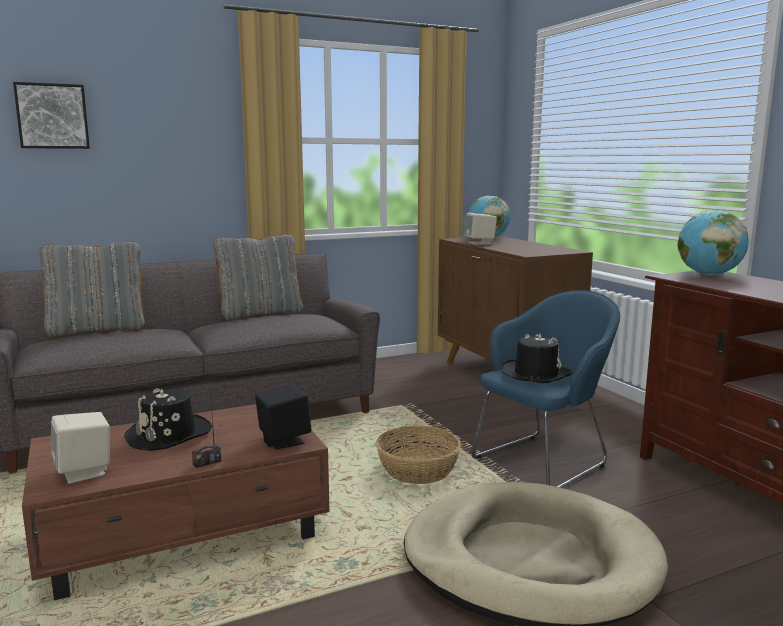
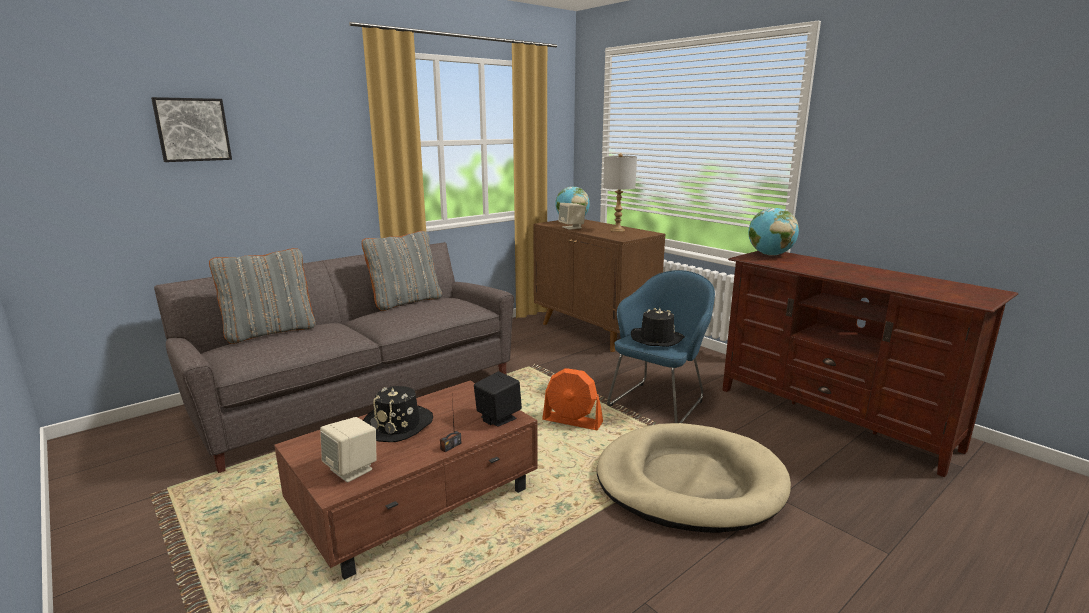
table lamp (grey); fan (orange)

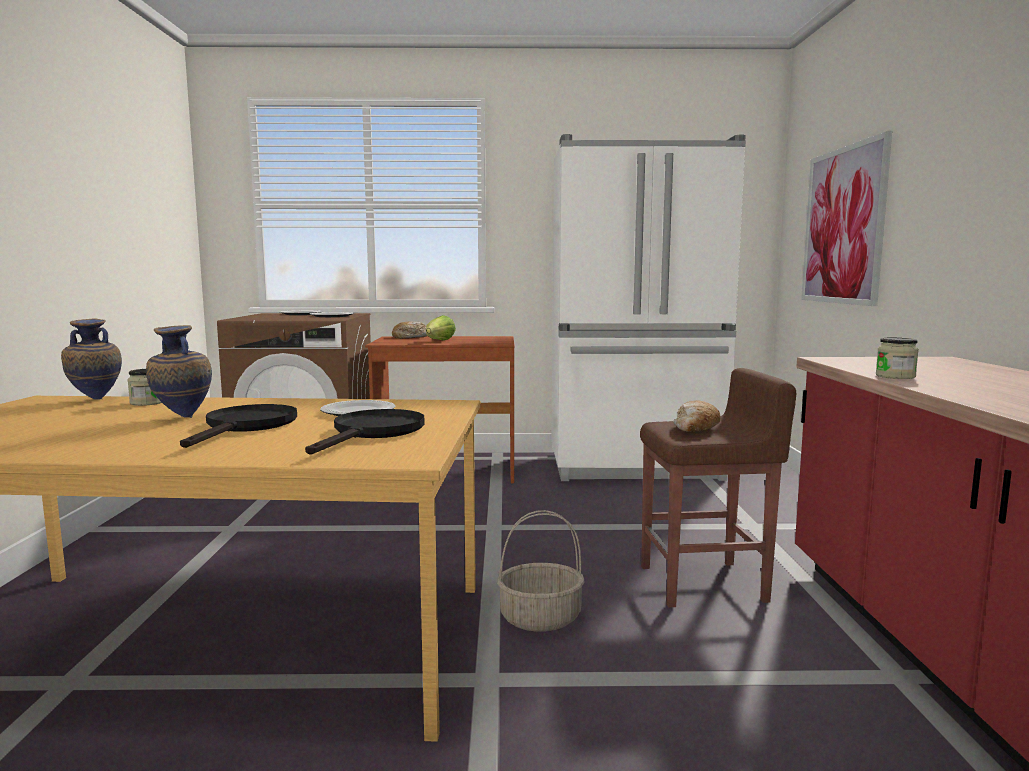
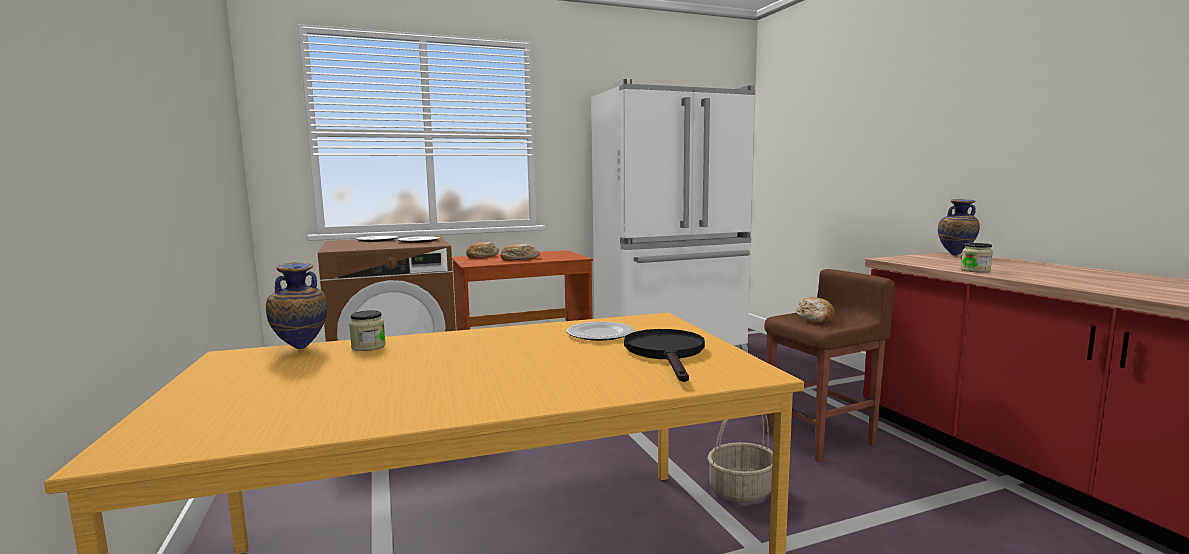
frying pan (black) (1st from left in the first image); picture; vase (2nd from left); bread (2nd from left)

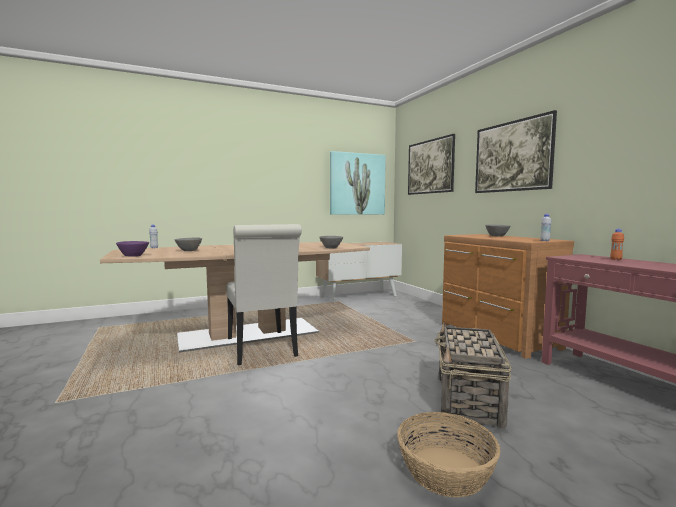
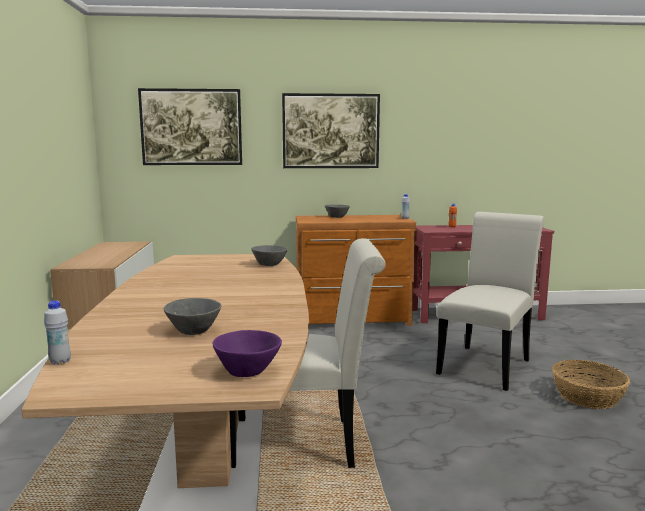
picture (1st from left in the first image); chair (white) (2nd from left)

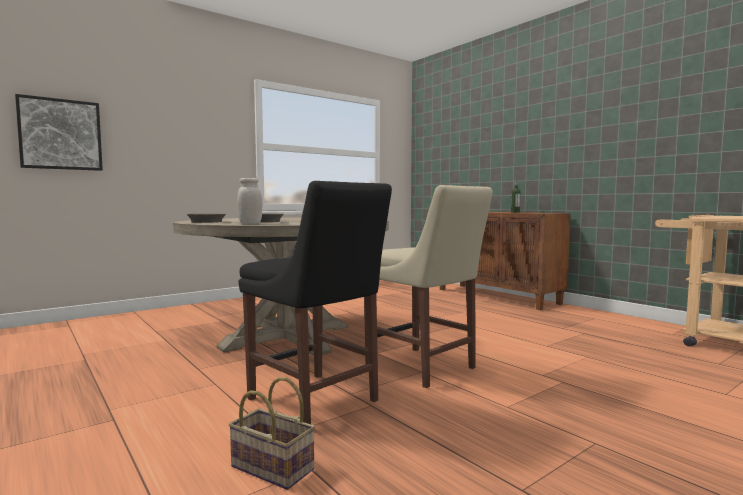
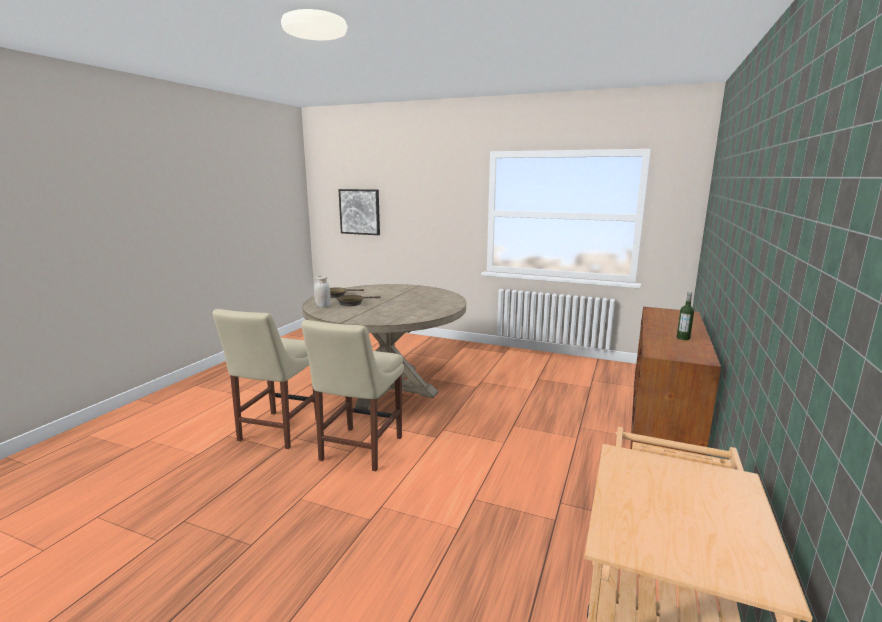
basket; chair (beige) (1st from left)

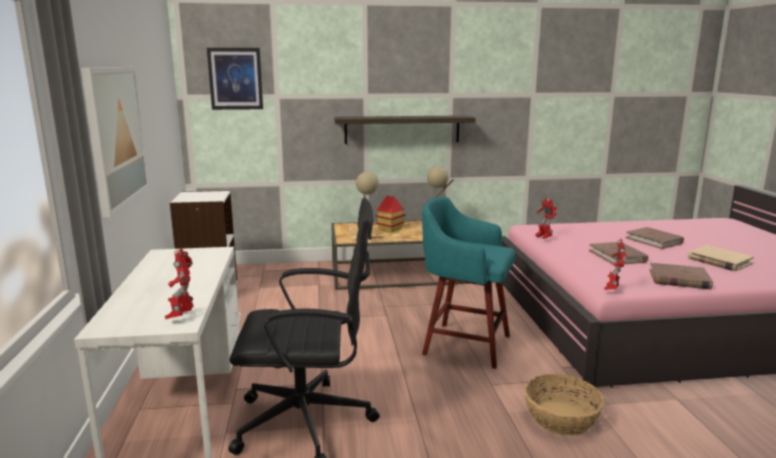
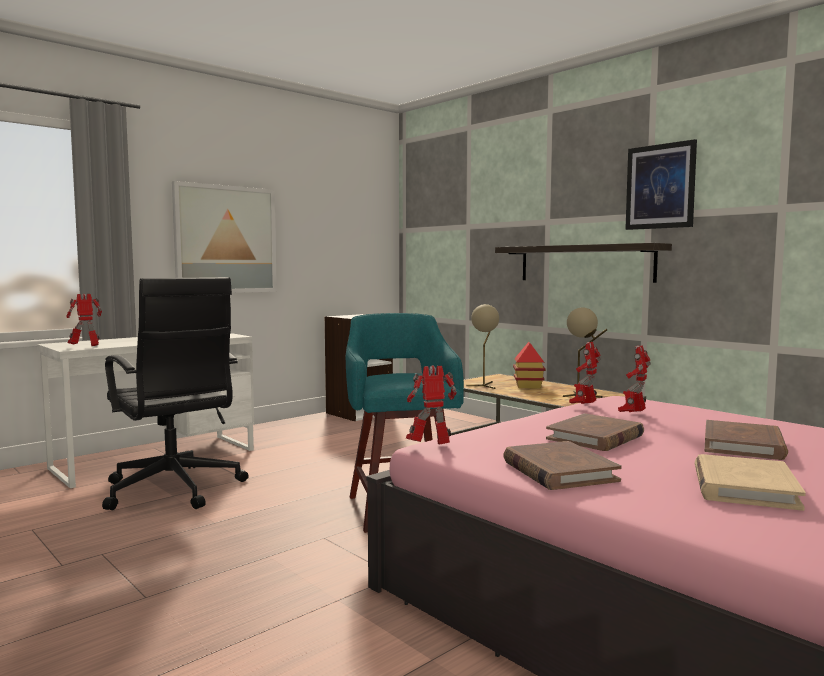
basket; toy robot (4th from left); picture (2nd from left)

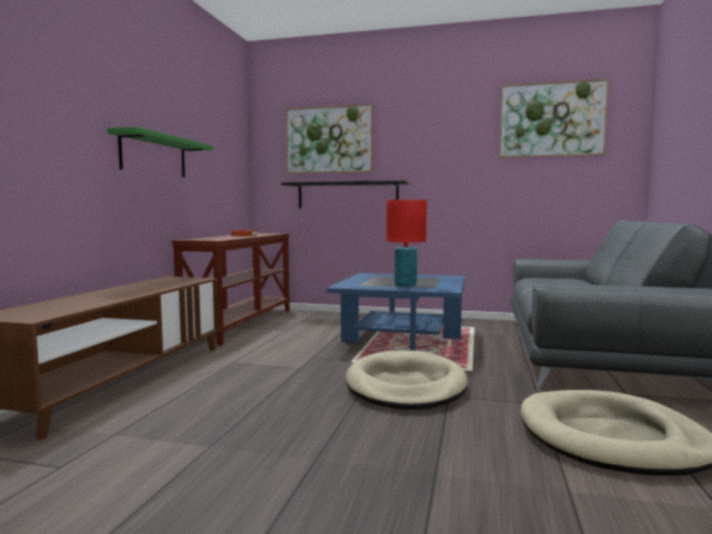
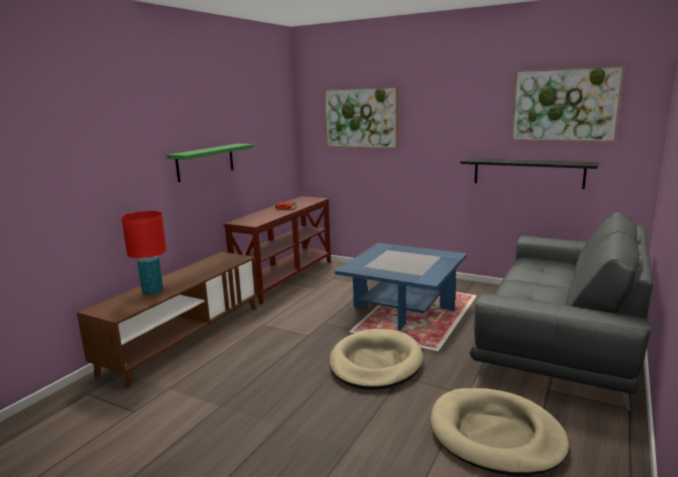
shelf (black); table lamp (red)

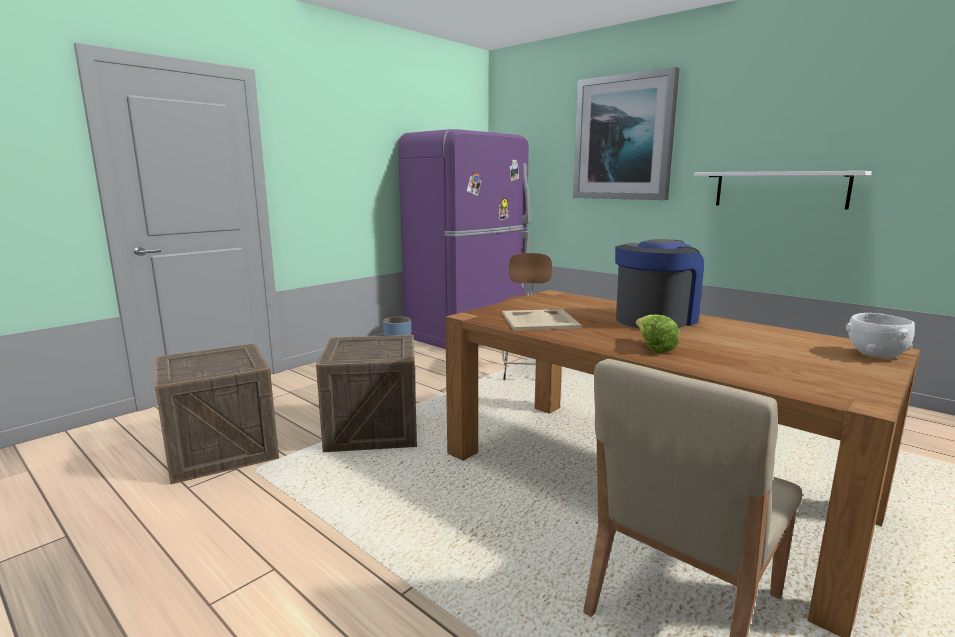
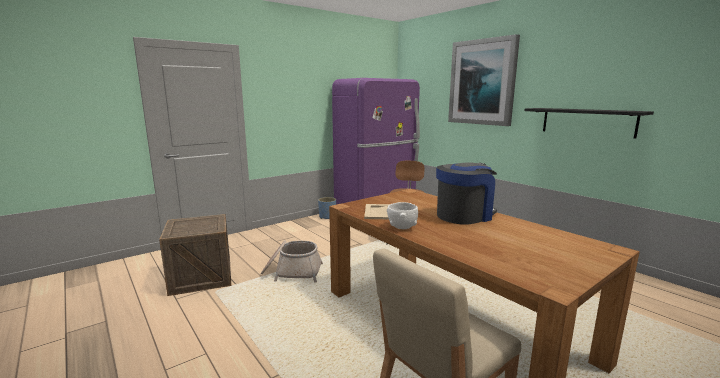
lettuce; bowl (white); basket; shelf (black)

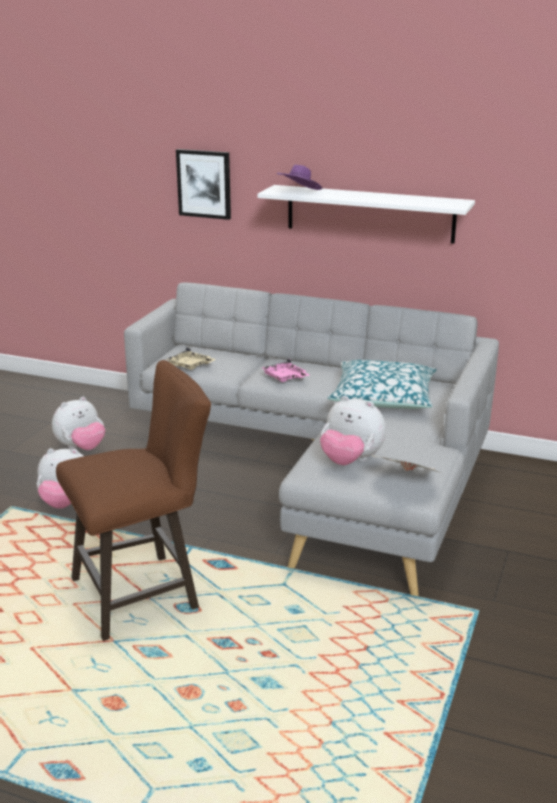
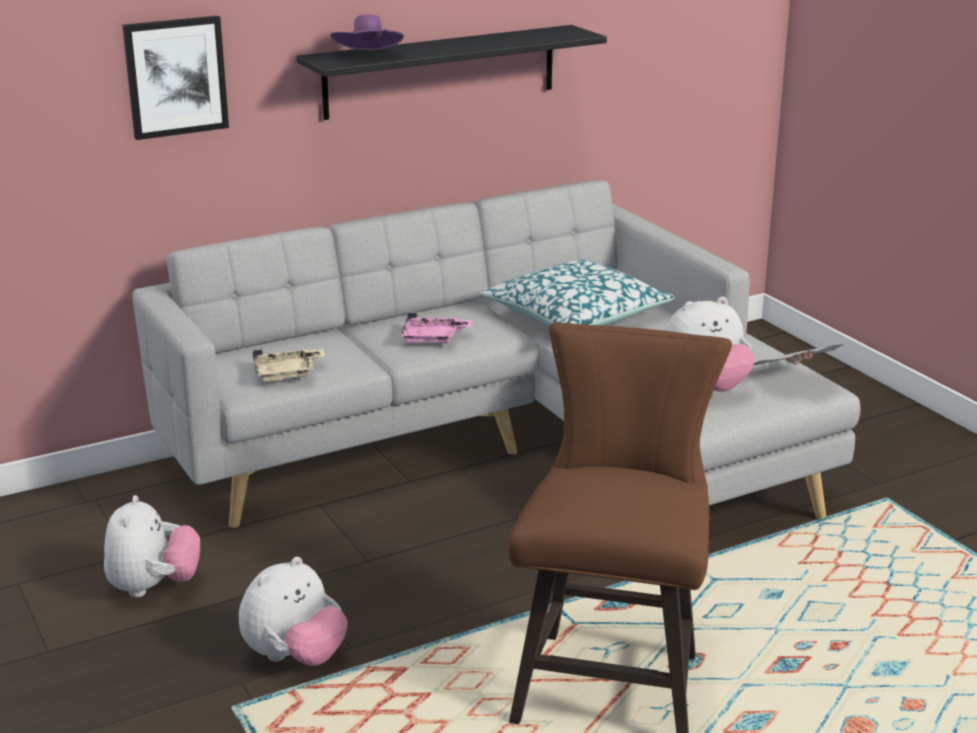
shelf (black)

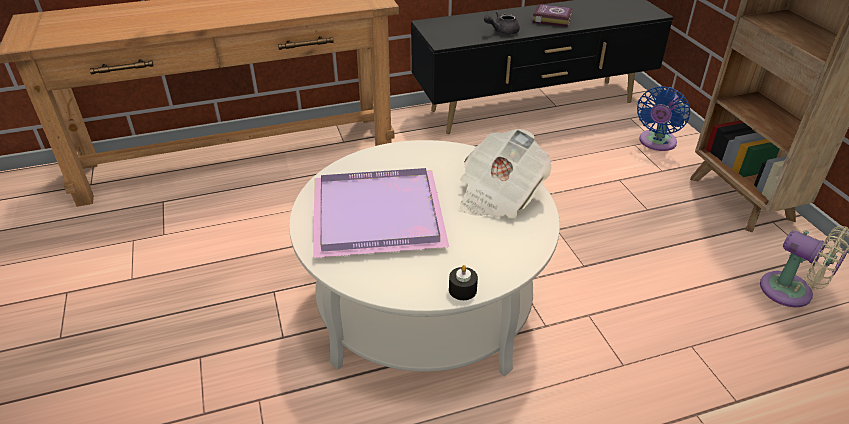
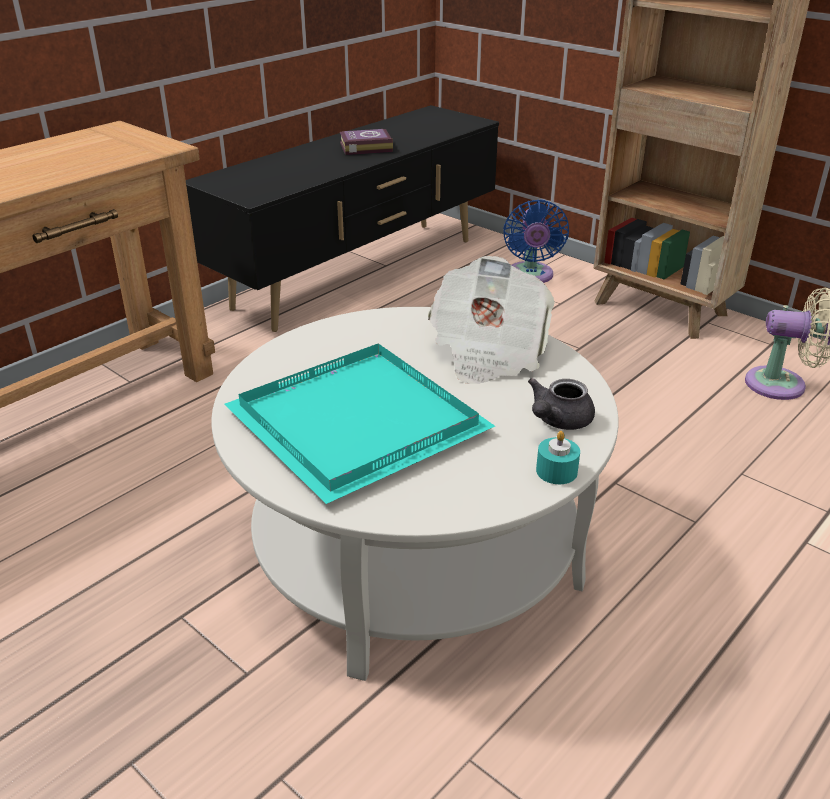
teapot (grey); tray (turquoise); candle (turquoise)

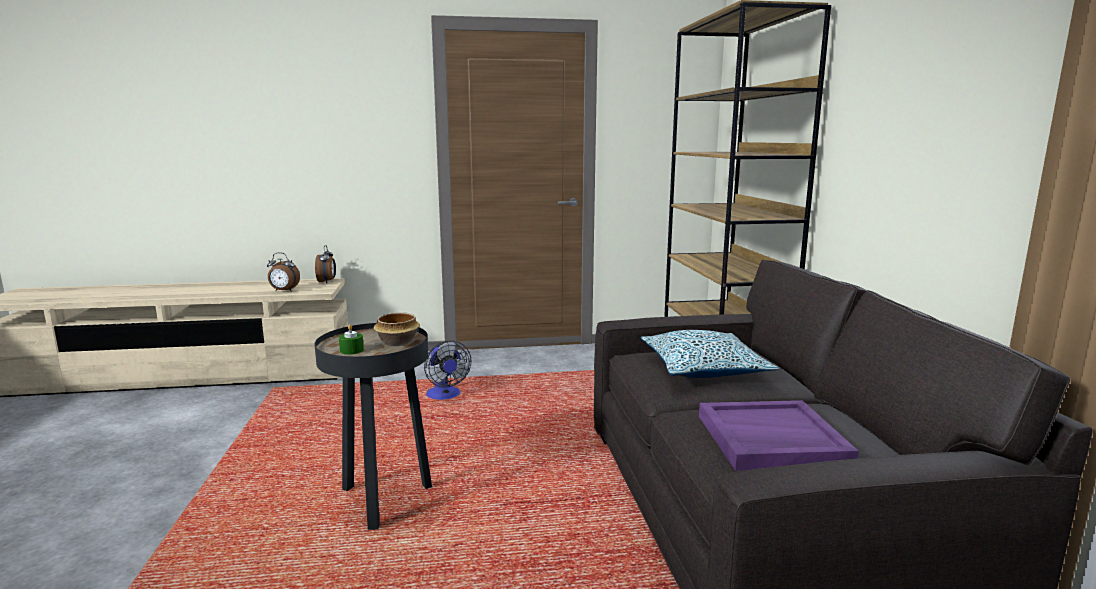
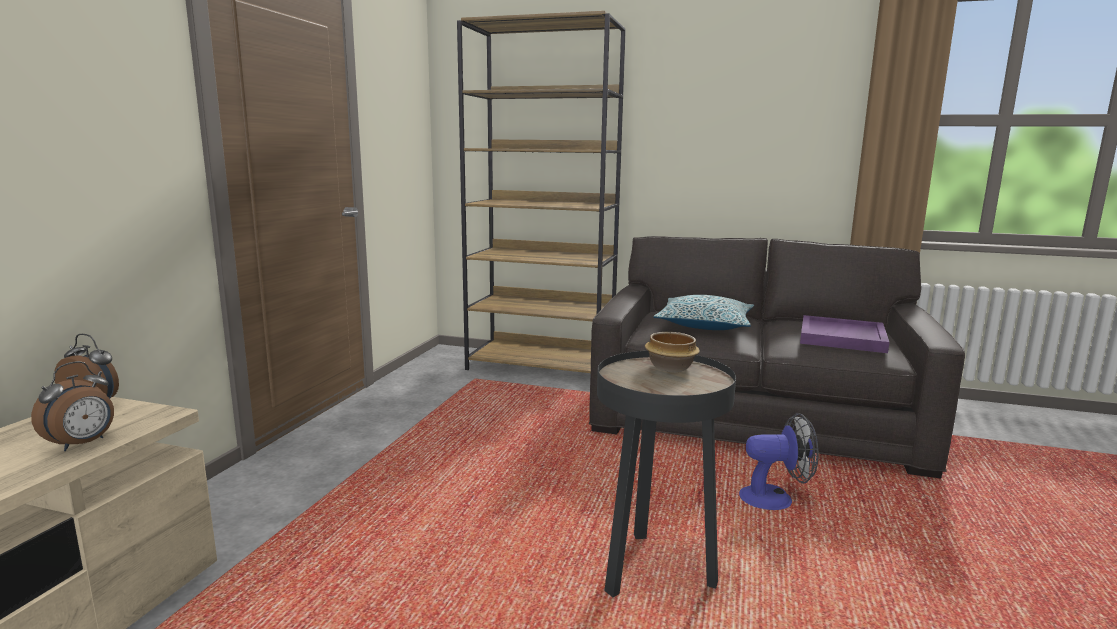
candle (green); fan

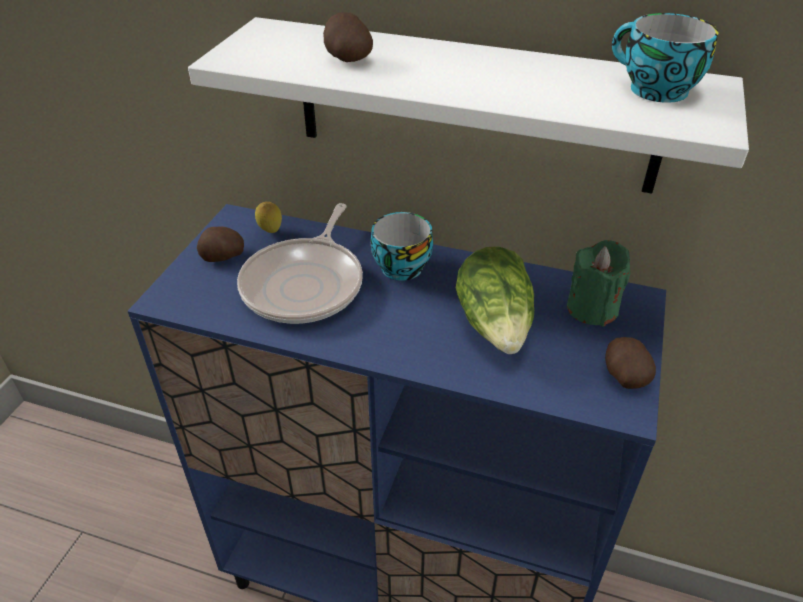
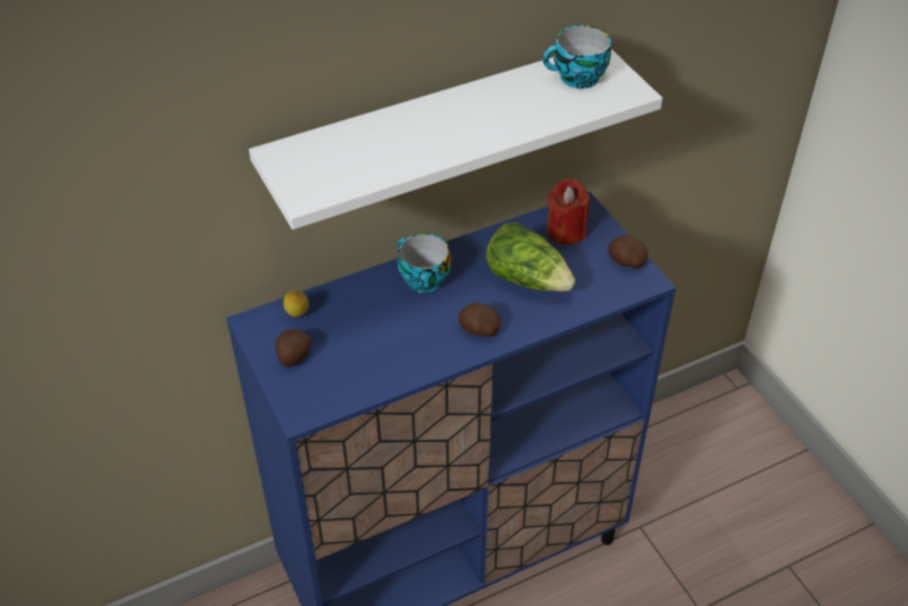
frying pan; potato (2nd from left); candle (red)

